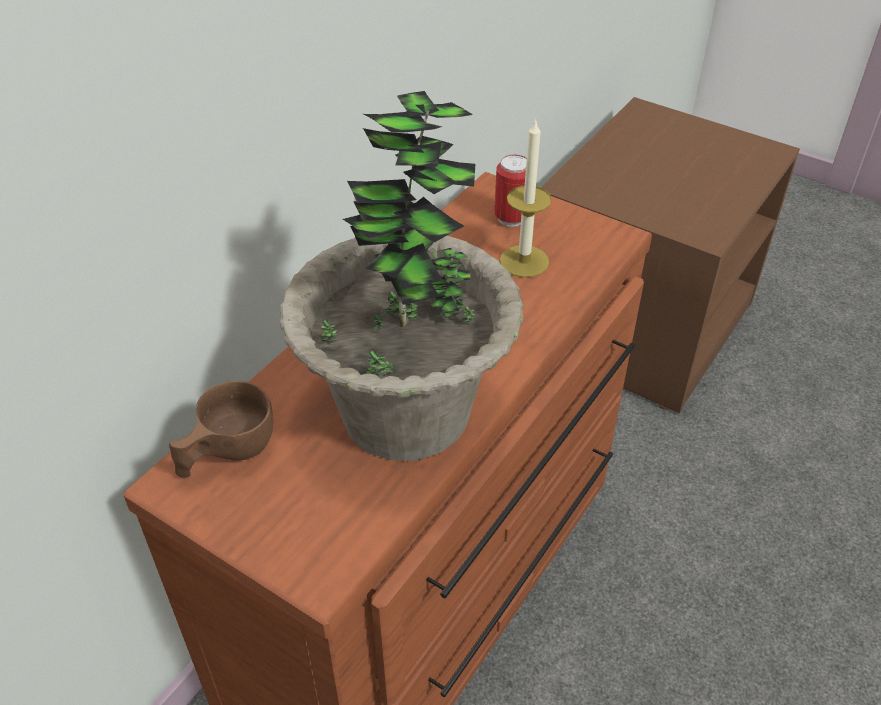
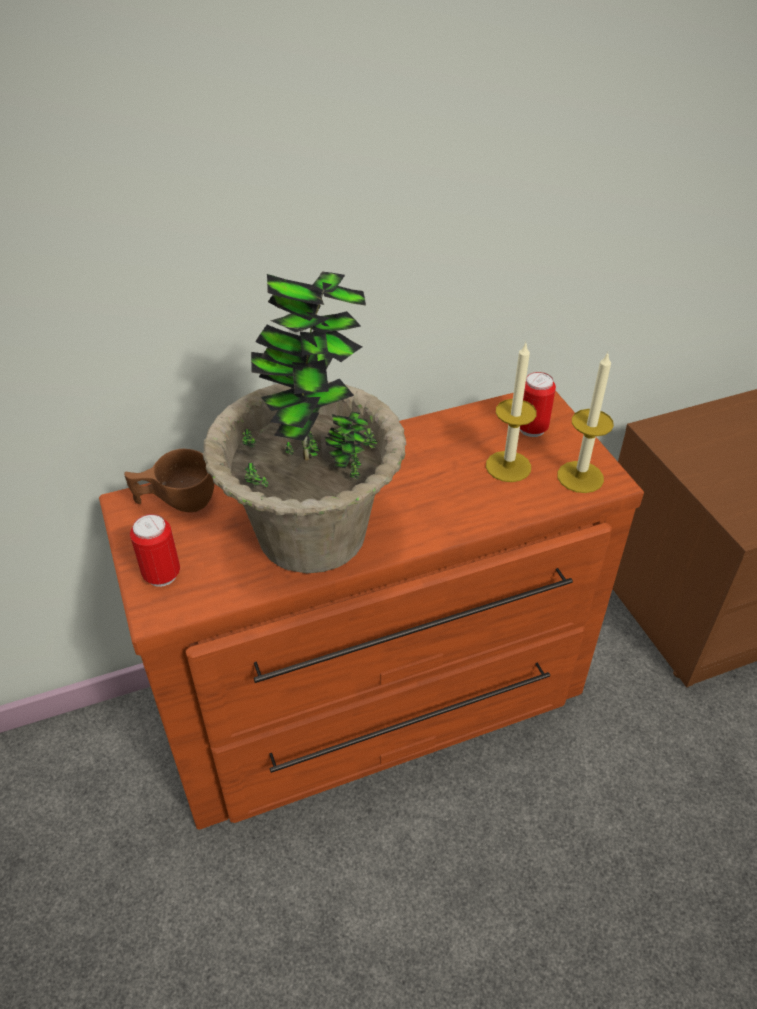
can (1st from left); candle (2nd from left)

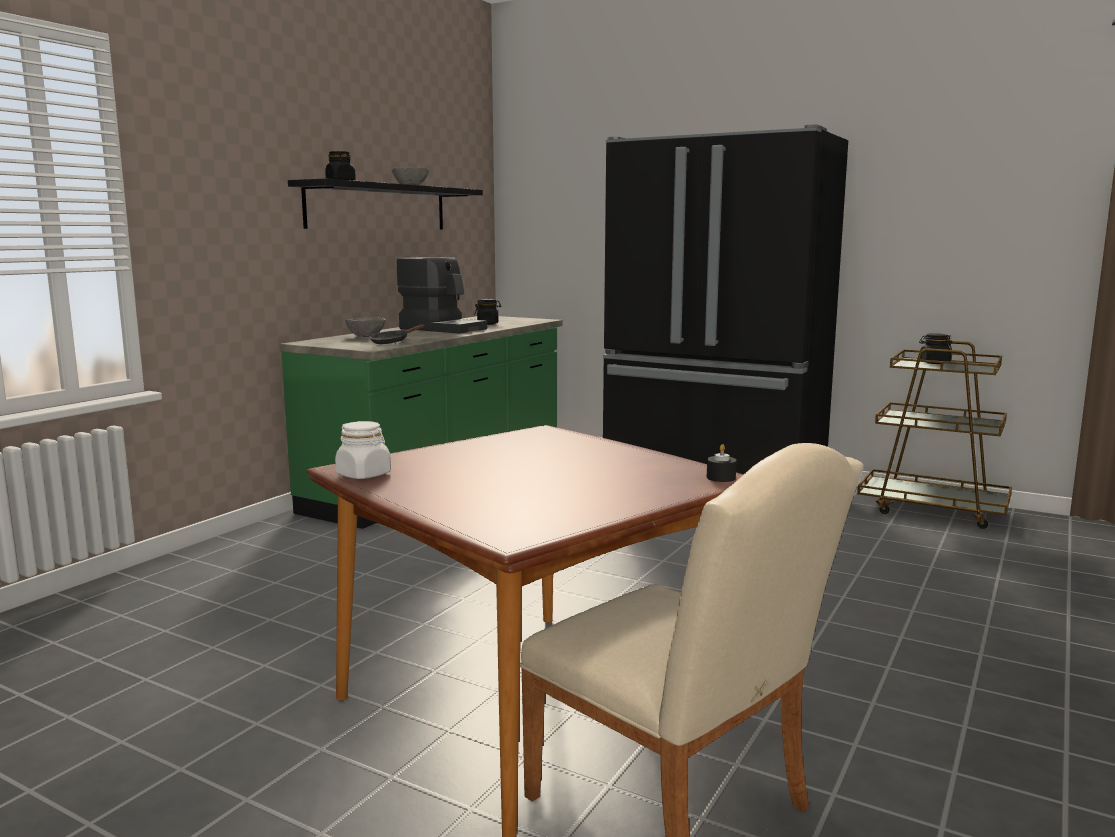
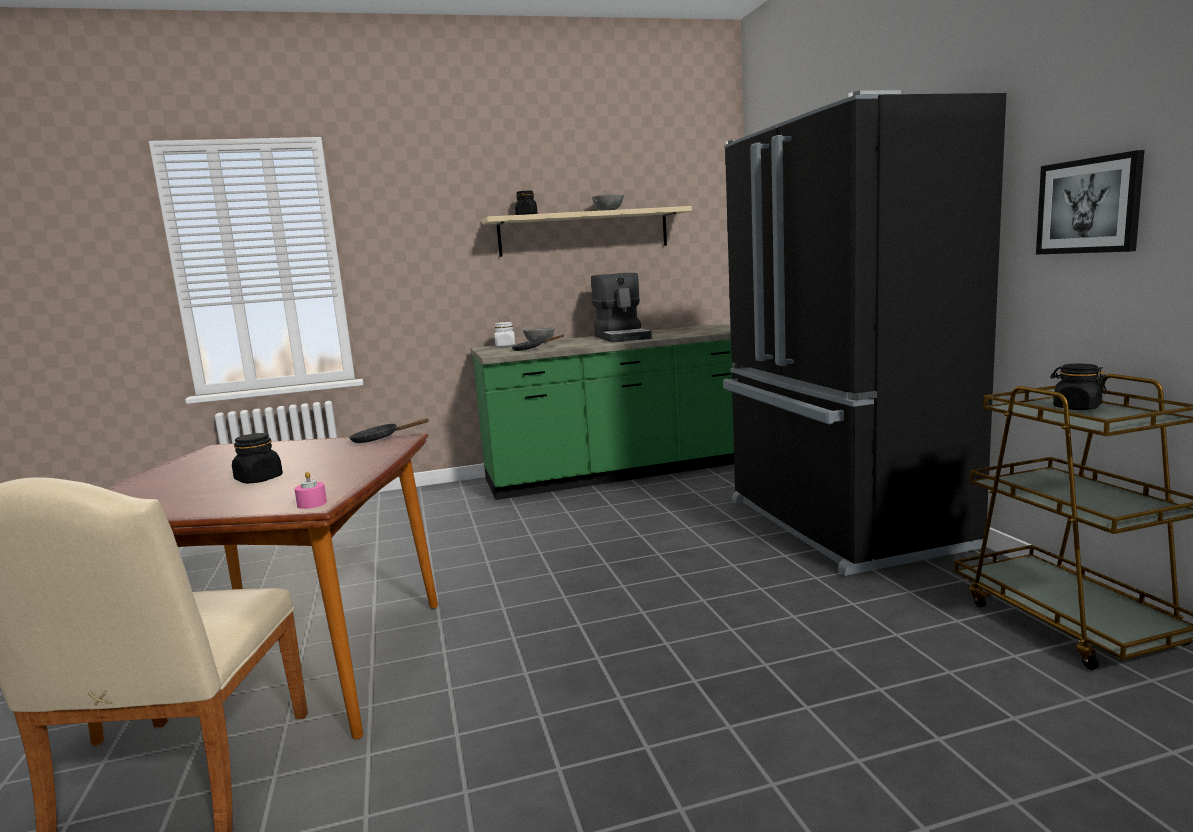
frying pan (black) (1st from left); picture; jar (white); jar (black) (1st from left); shelf (beige); candle (pink)

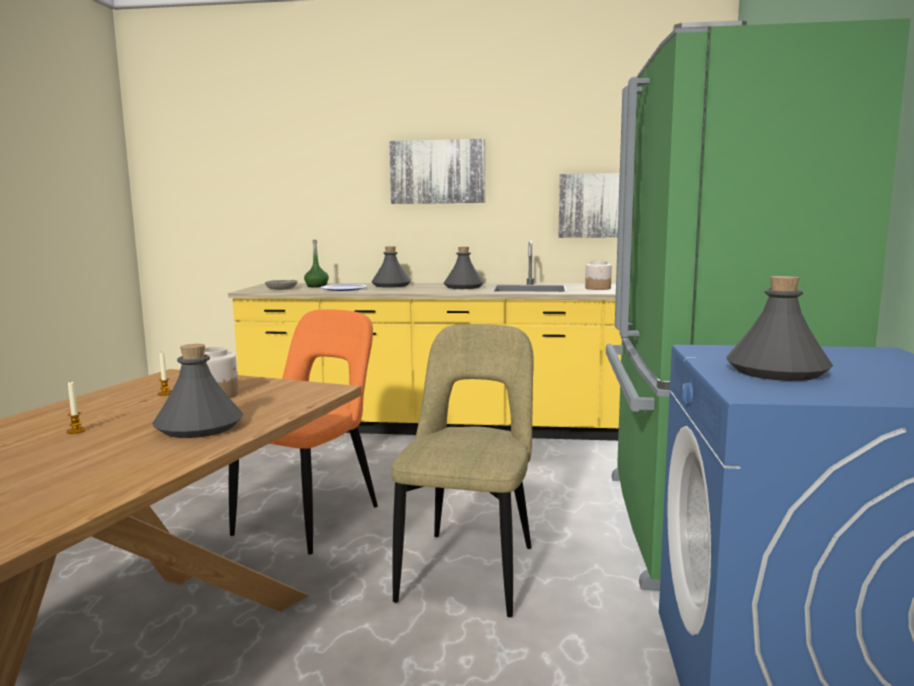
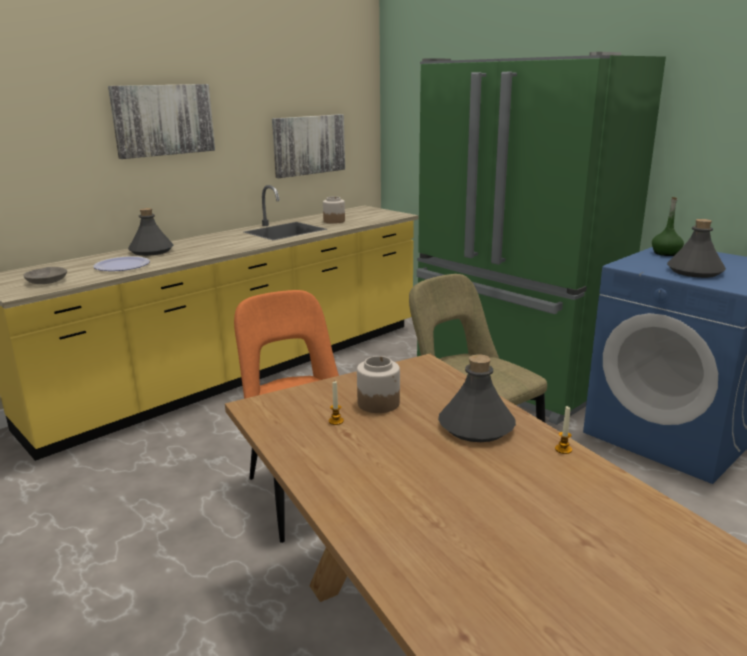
bottle (grey) (3rd from left in the first image); candle (2nd from left); bottle (green)

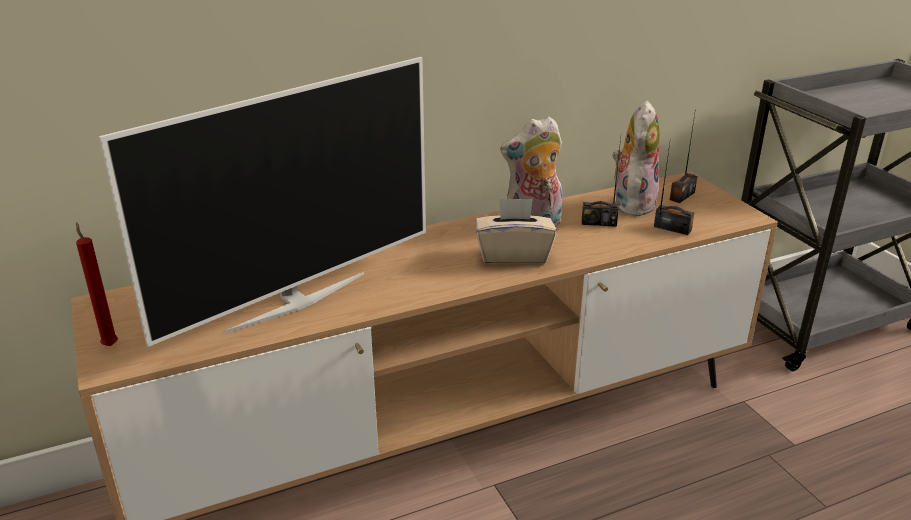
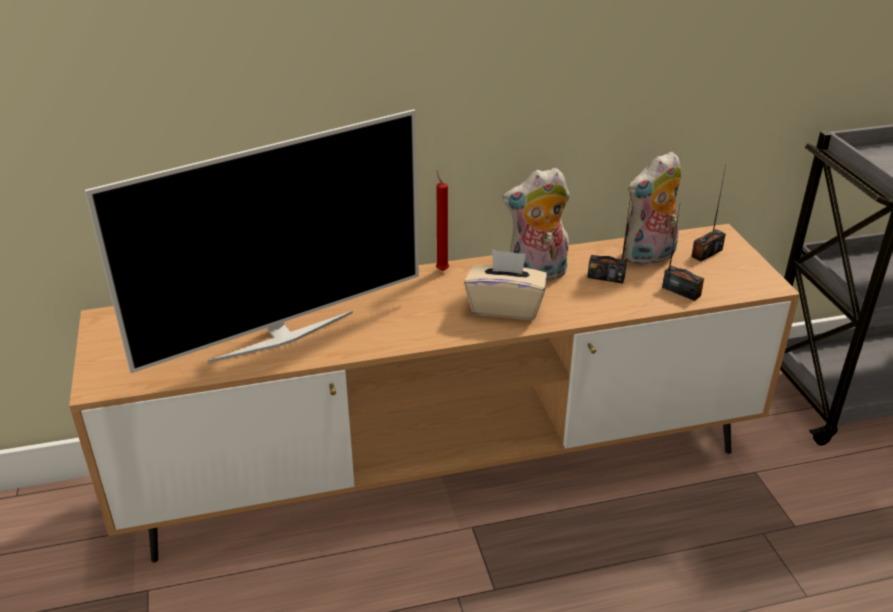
candle (red); plush toy (2nd from left)

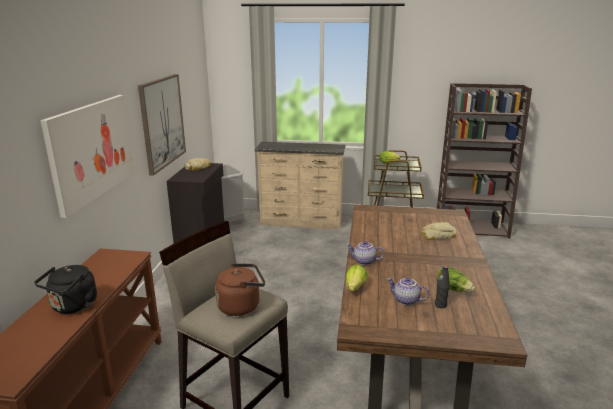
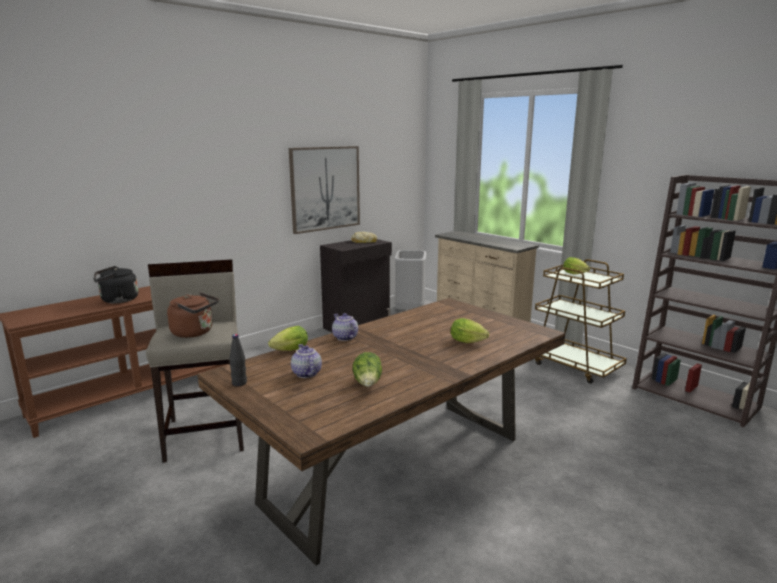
picture (1st from left in the first image); bottle (black); lettuce (3rd from left)

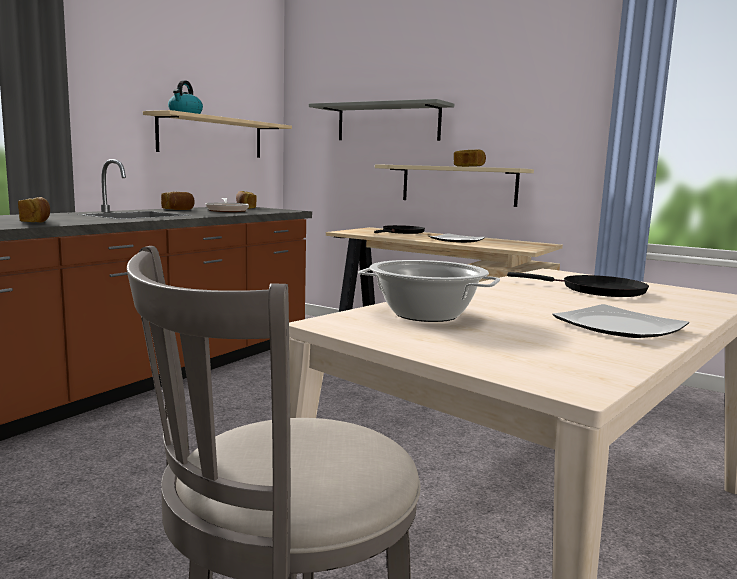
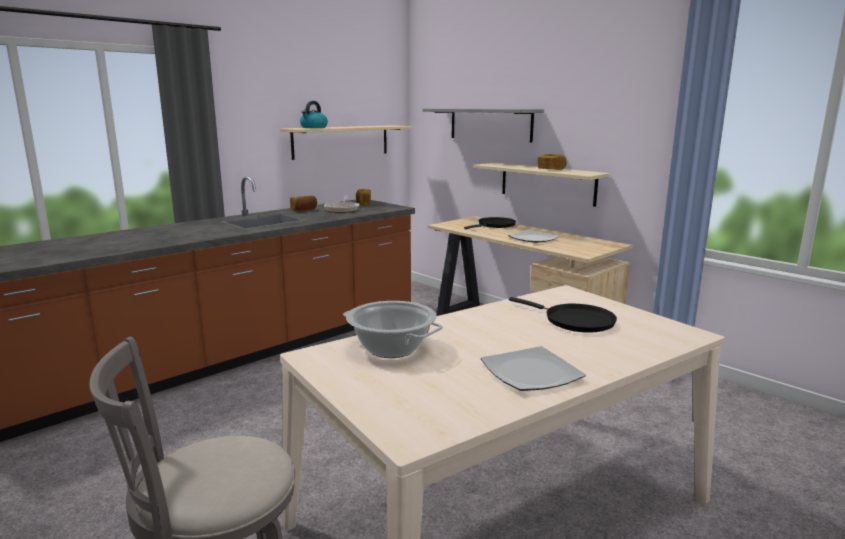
bread (1st from left in the first image)

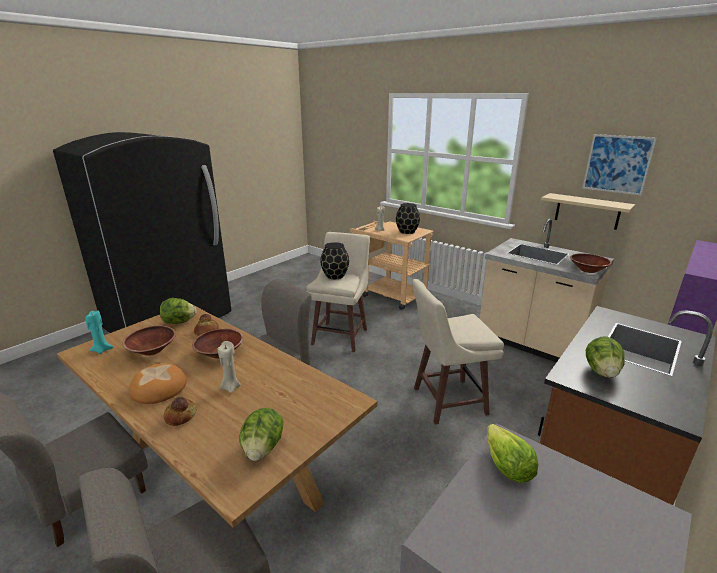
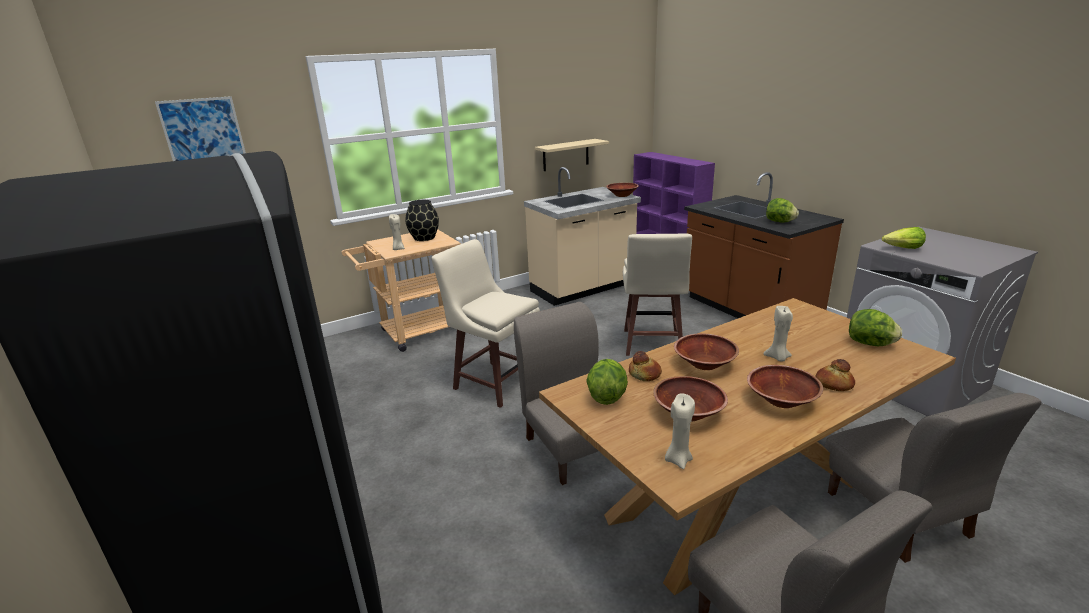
vase (black) (1st from left in the first image); picture; bowl (brown) (4th from left); candle (beige) (2nd from left)

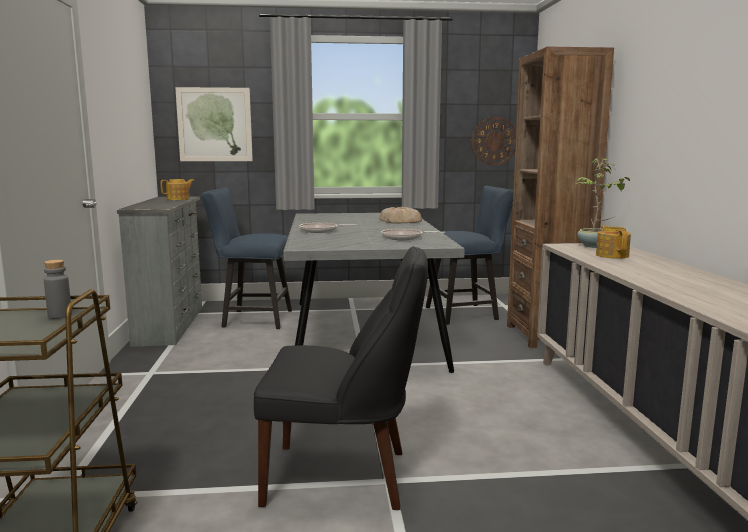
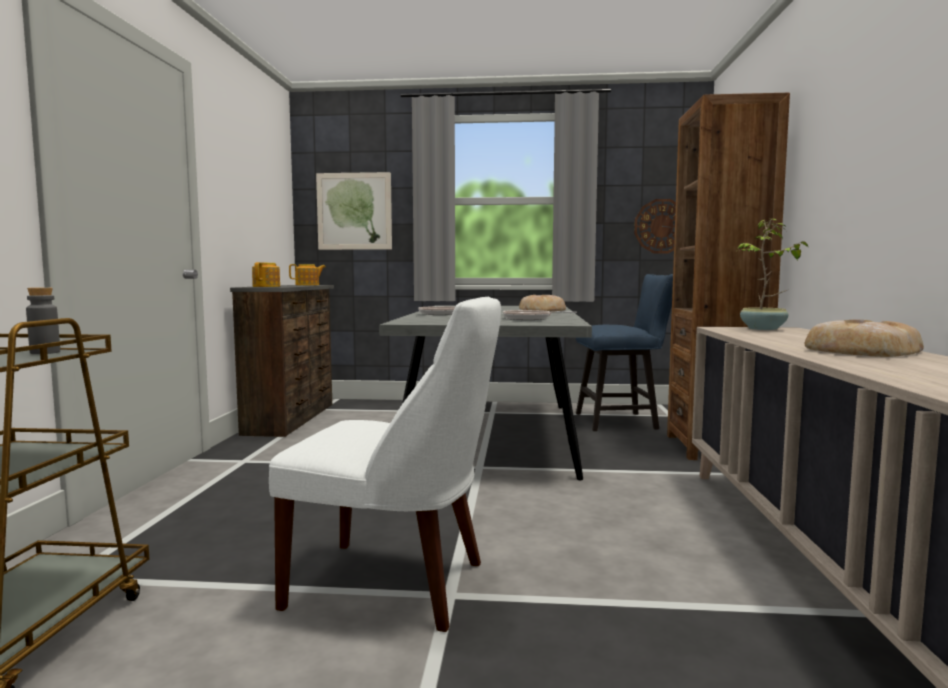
chair (blue) (1st from left in the first image); bread (2nd from left); teapot (1st from left); dresser (brown); chair (white)

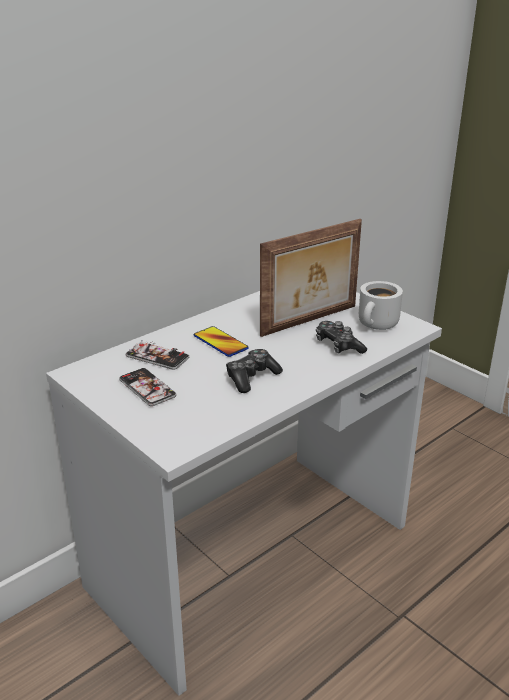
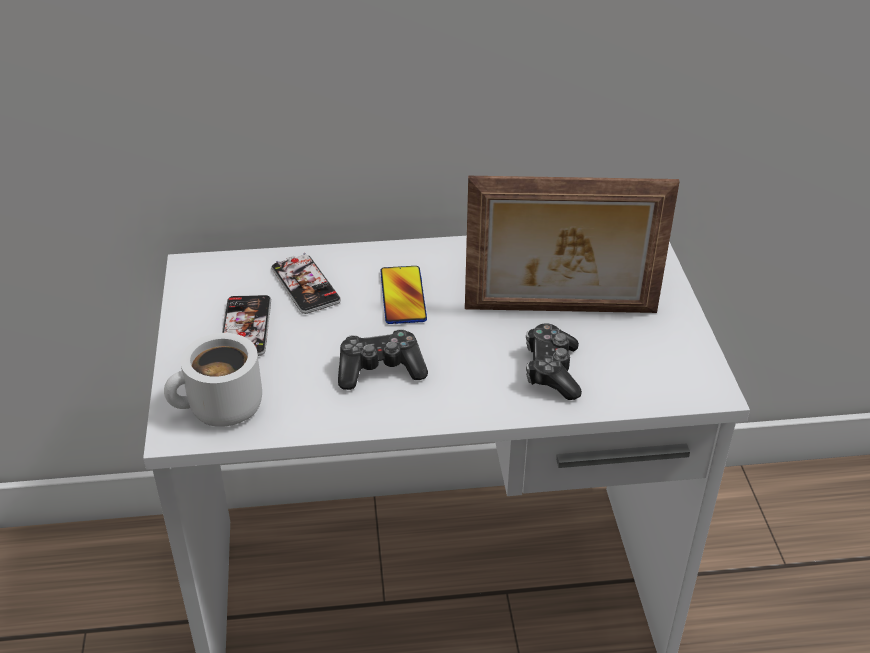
mug (white)

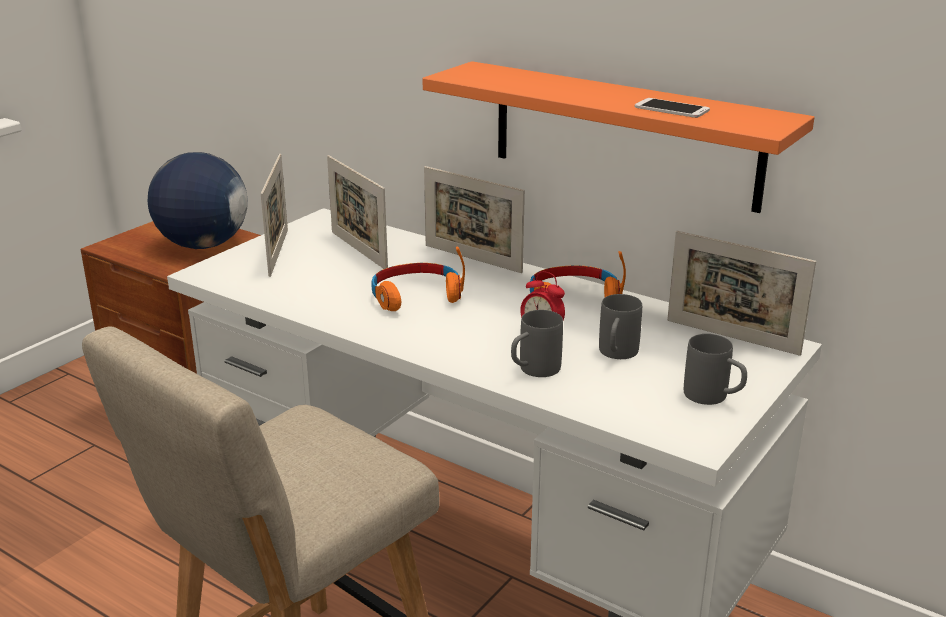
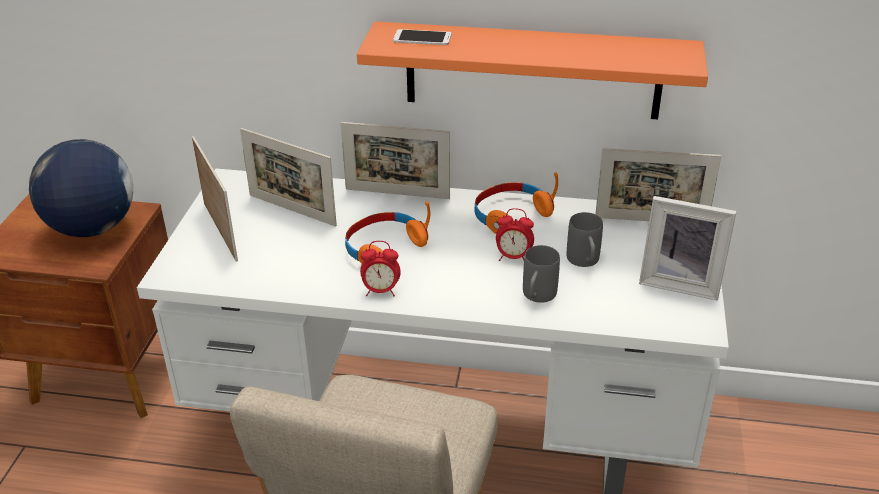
alarm clock (1st from left); phone; picture frame (5th from left)

